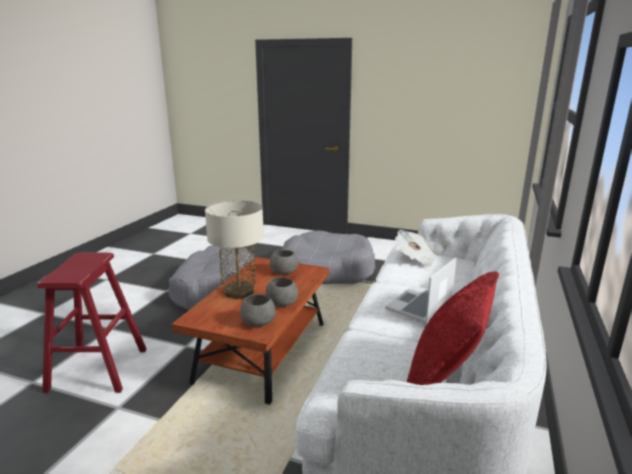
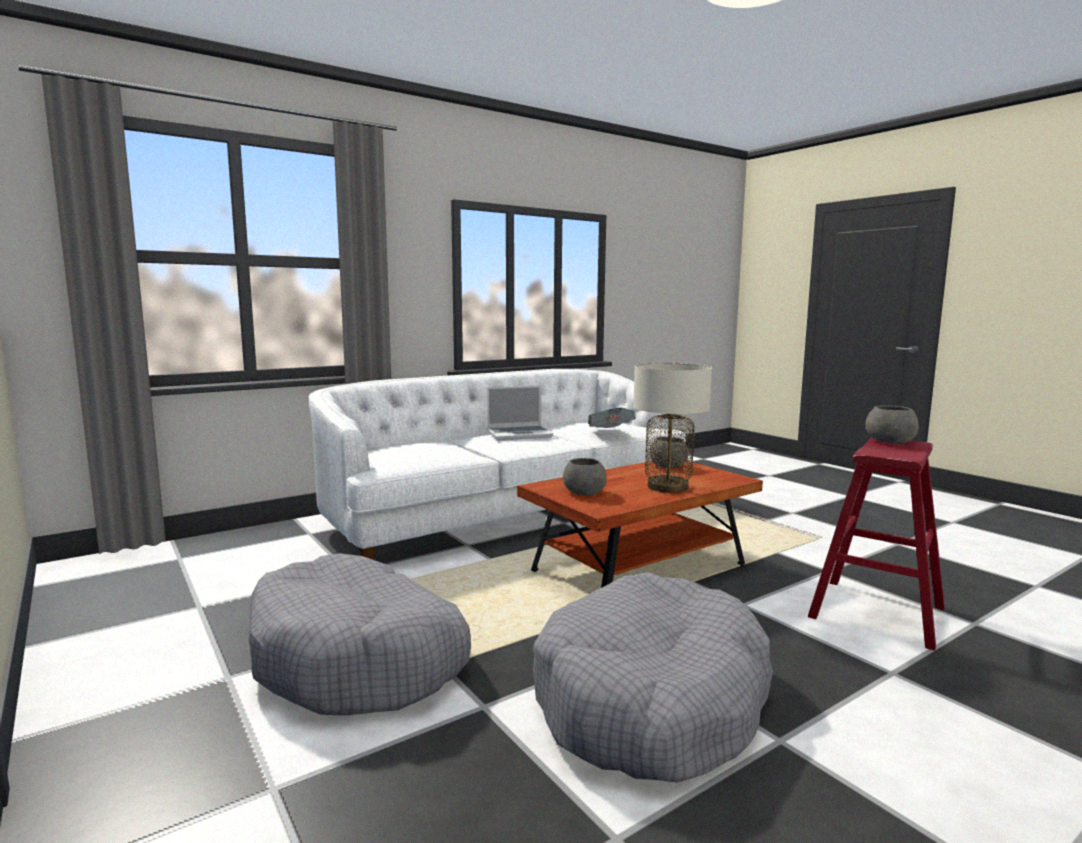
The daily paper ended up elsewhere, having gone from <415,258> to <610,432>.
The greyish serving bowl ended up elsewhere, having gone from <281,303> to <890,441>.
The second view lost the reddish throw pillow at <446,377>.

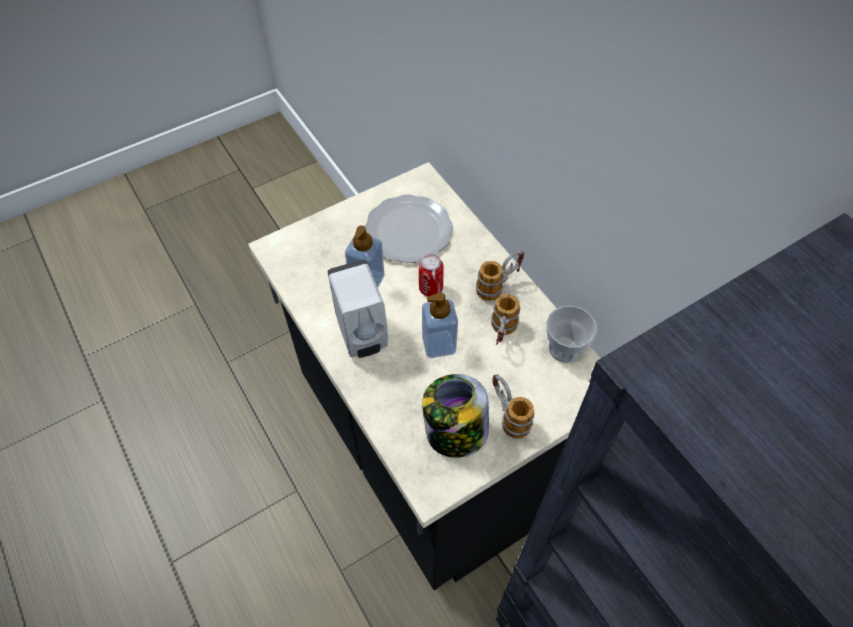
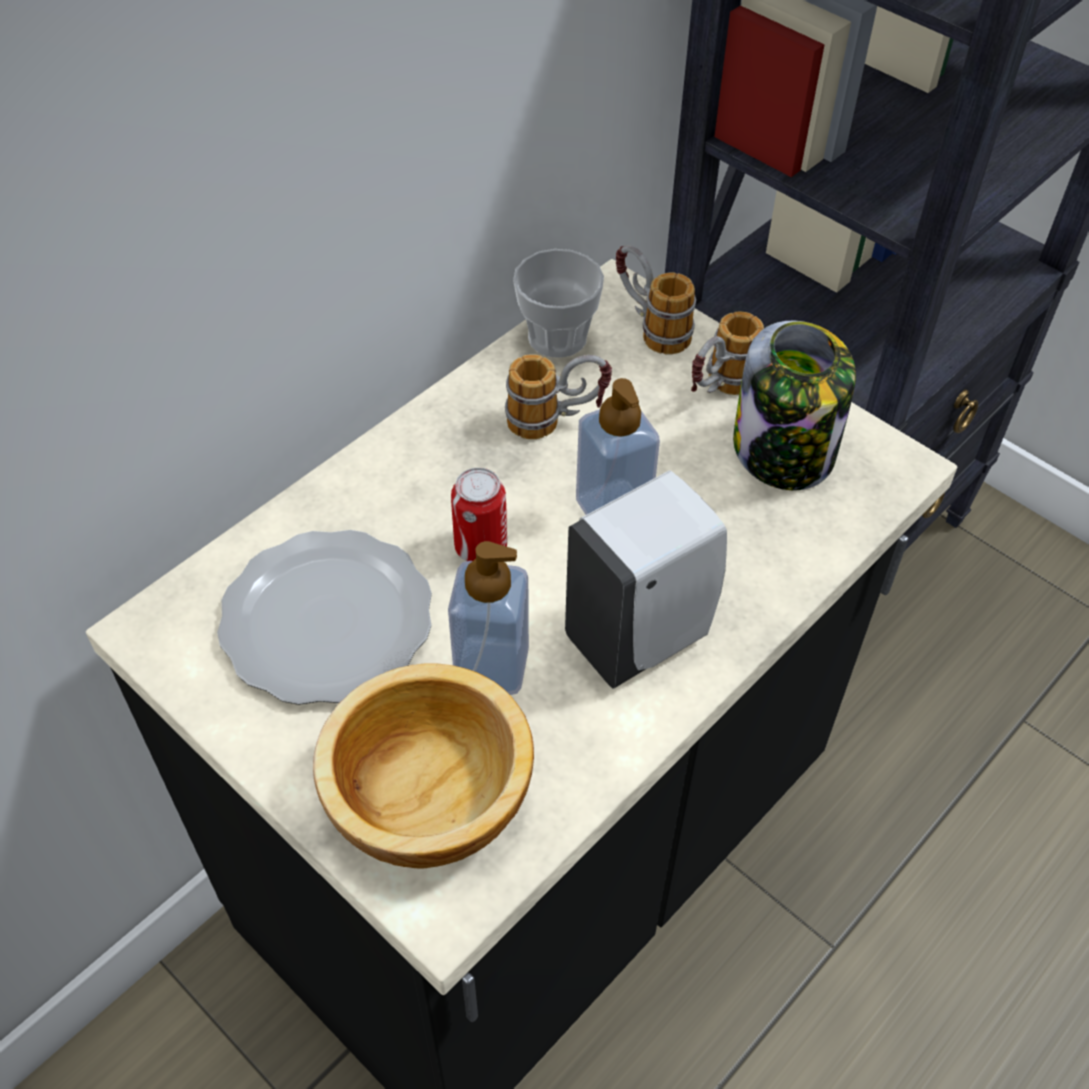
The second view gained the serving bowl at <427,801>.
The coffee mug ended up elsewhere, having gone from <498,285> to <649,327>.

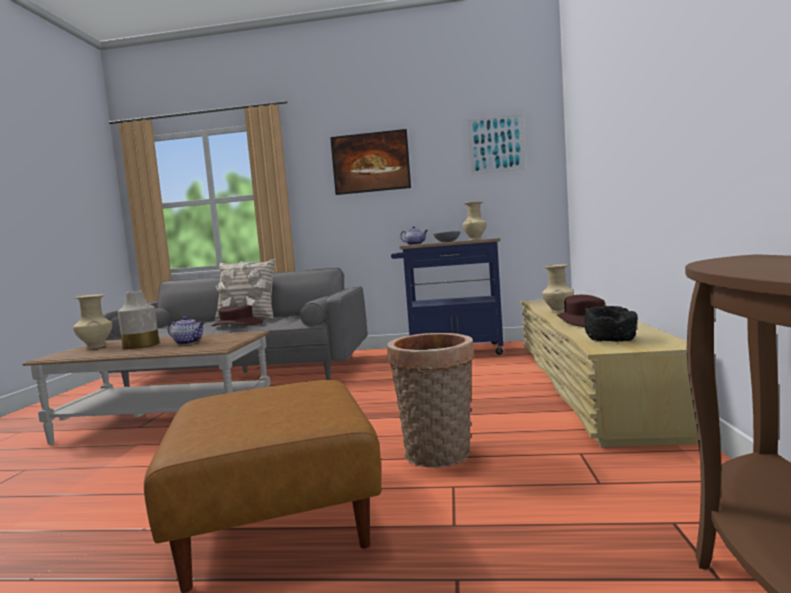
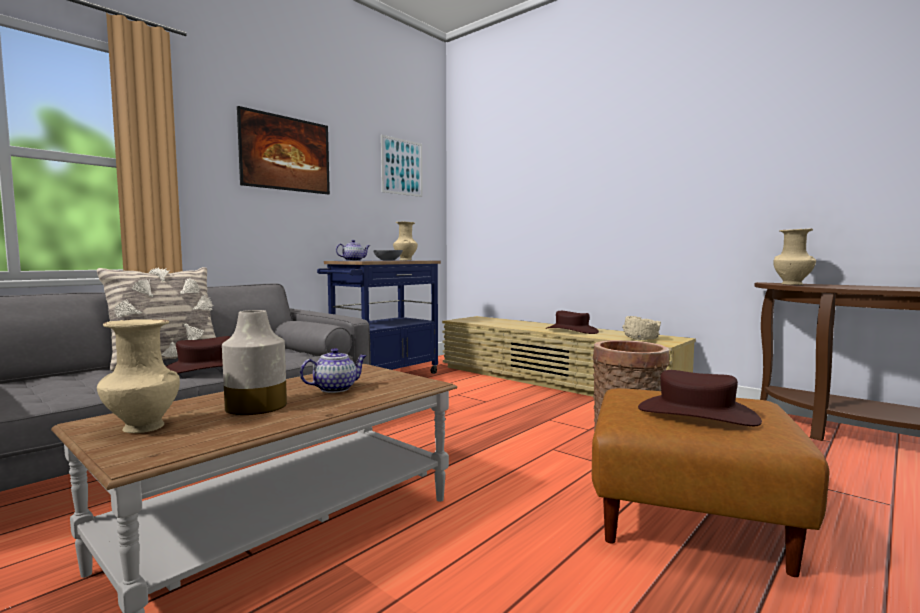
What was the black serving bowl at <611,339> turned into the sand-coloured serving bowl at <641,339>.
The second view gained the brown-coloured hat at <696,414>.
The sand-coloured vase ended up elsewhere, having gone from <558,312> to <793,284>.

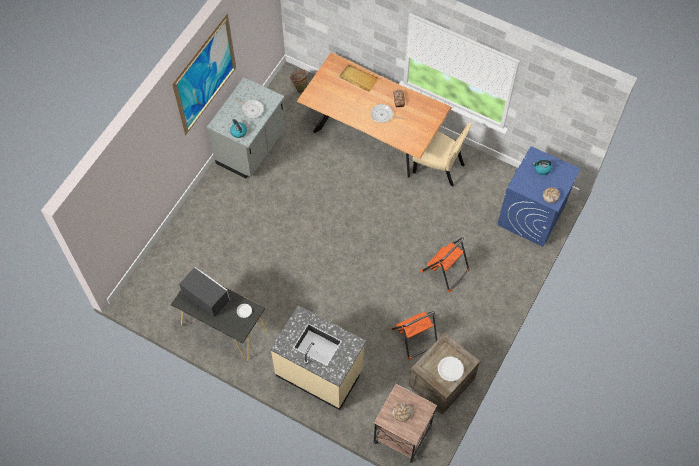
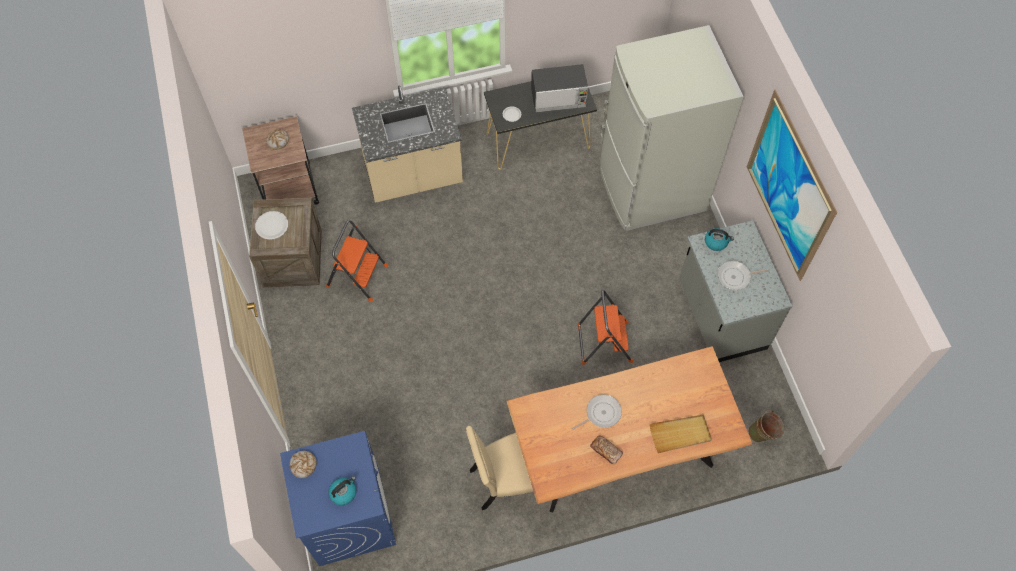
The orangey stepladder ended up elsewhere, having gone from <446,271> to <602,342>.
The second view gained the white-coloured fridge at <650,188>.

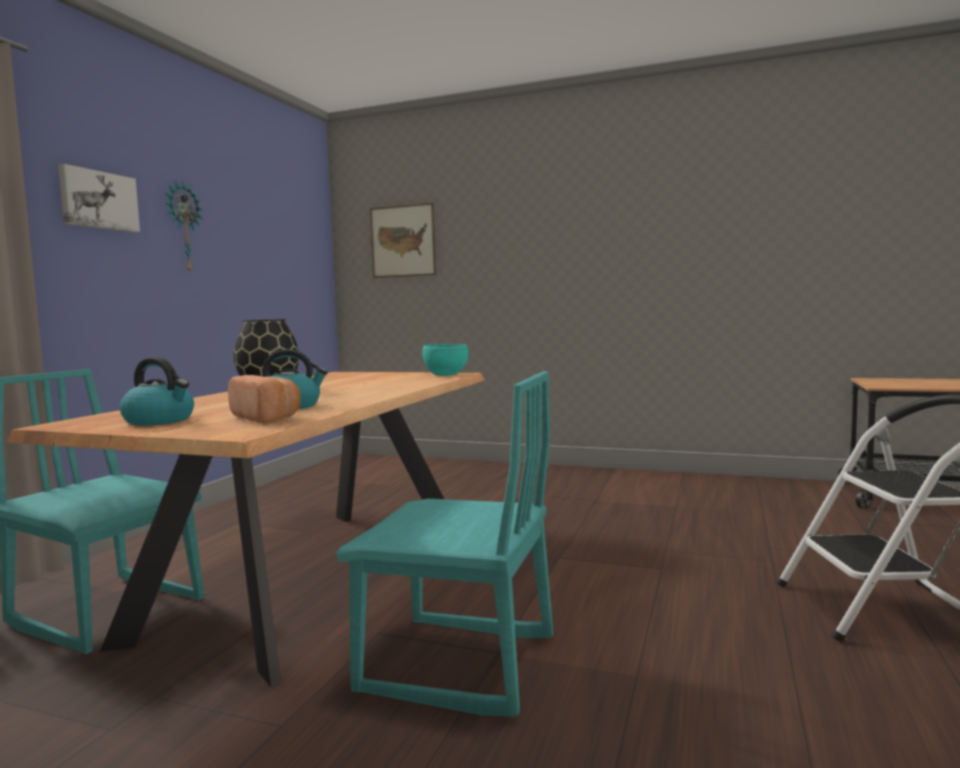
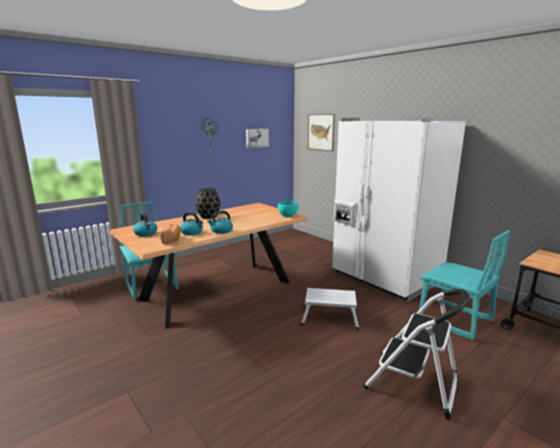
The second view gained the water kettle at <221,231>.
The wall art ended up elsewhere, having gone from <98,200> to <256,138>.
The second view gained the white-coloured stepladder at <330,317>.
The second view gained the white-coloured fridge at <385,277>.
The turquoise upright chair ended up elsewhere, having gone from <458,665> to <454,320>.

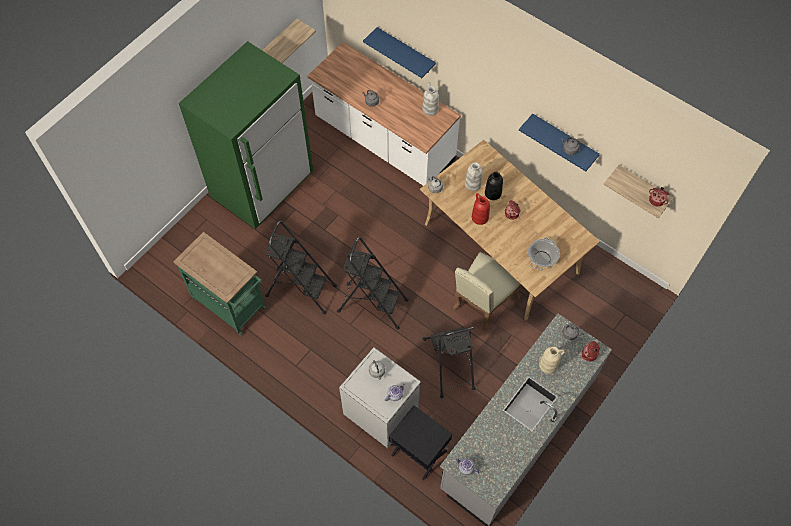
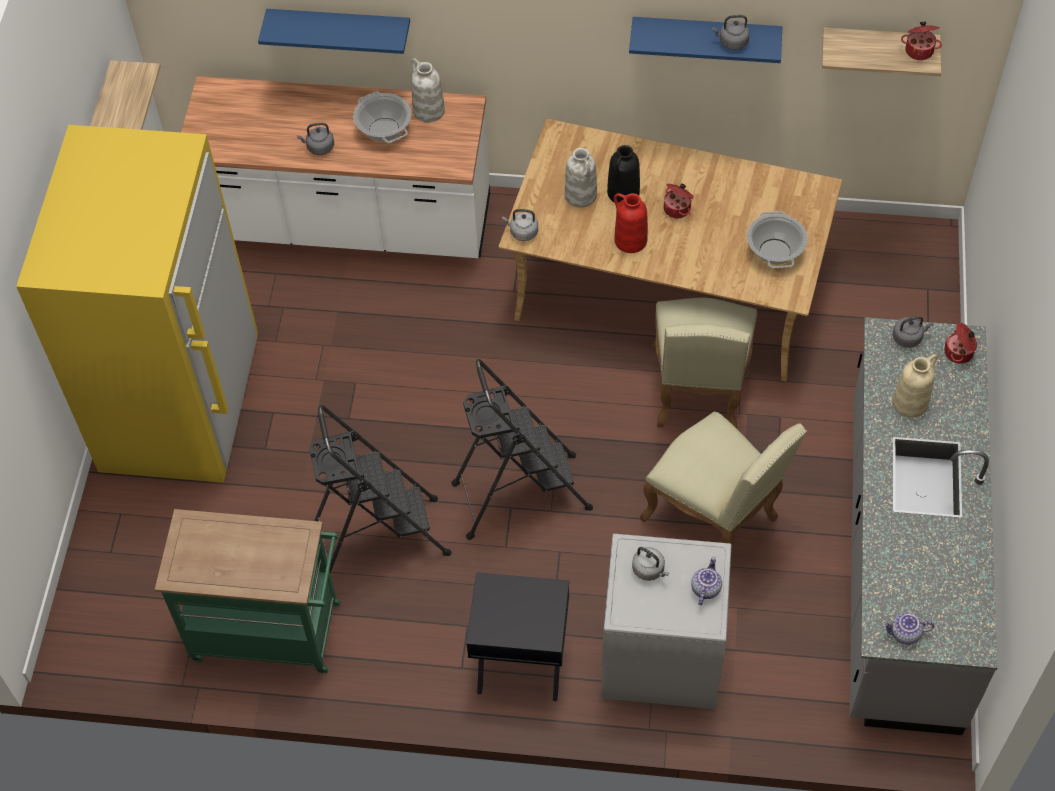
What was the green fridge at <262,183> turned into the yellowish fridge at <181,400>.
The second view gained the saucepot at <384,130>.
The black night table ended up elsewhere, having gone from <418,453> to <521,664>.
Where the stepladder stood at <448,364>, the sand-coloured upright chair came to stand at <715,517>.

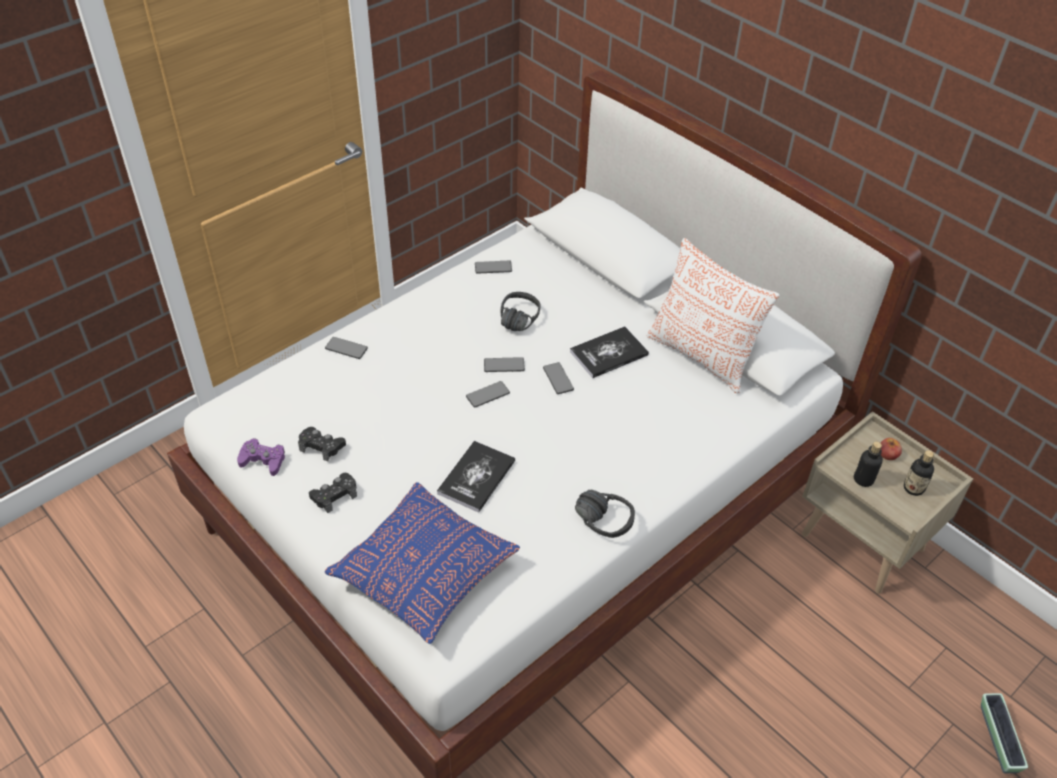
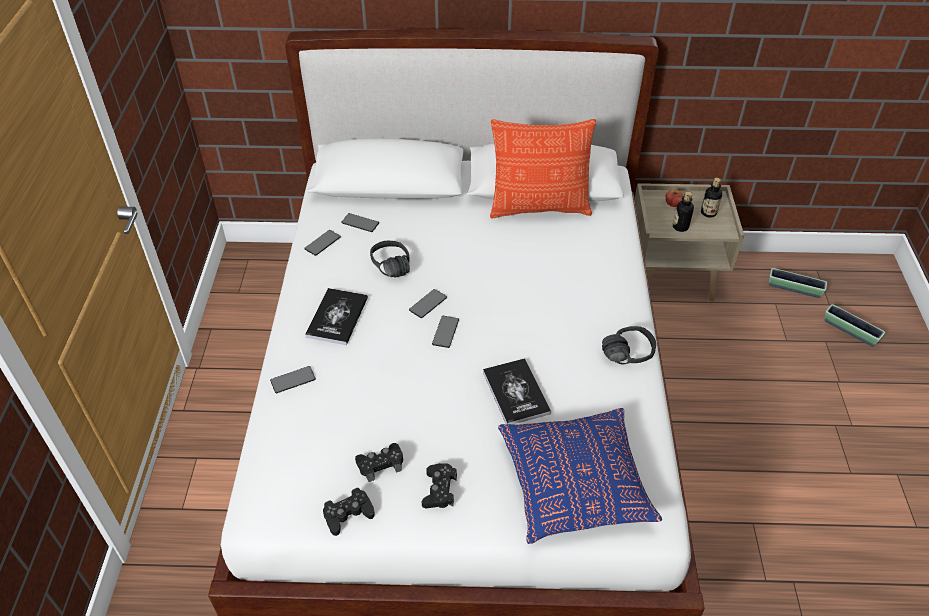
The book ended up elsewhere, having gone from <609,353> to <337,317>.
What was the purple-coloured joypad at <263,460> turned into the black joypad at <348,514>.
The telephone ended up elsewhere, having gone from <558,379> to <360,223>.
What was the white-coloured throw pillow at <701,356> turned into the orangey throw pillow at <539,207>.
The second view gained the planter at <794,288>.

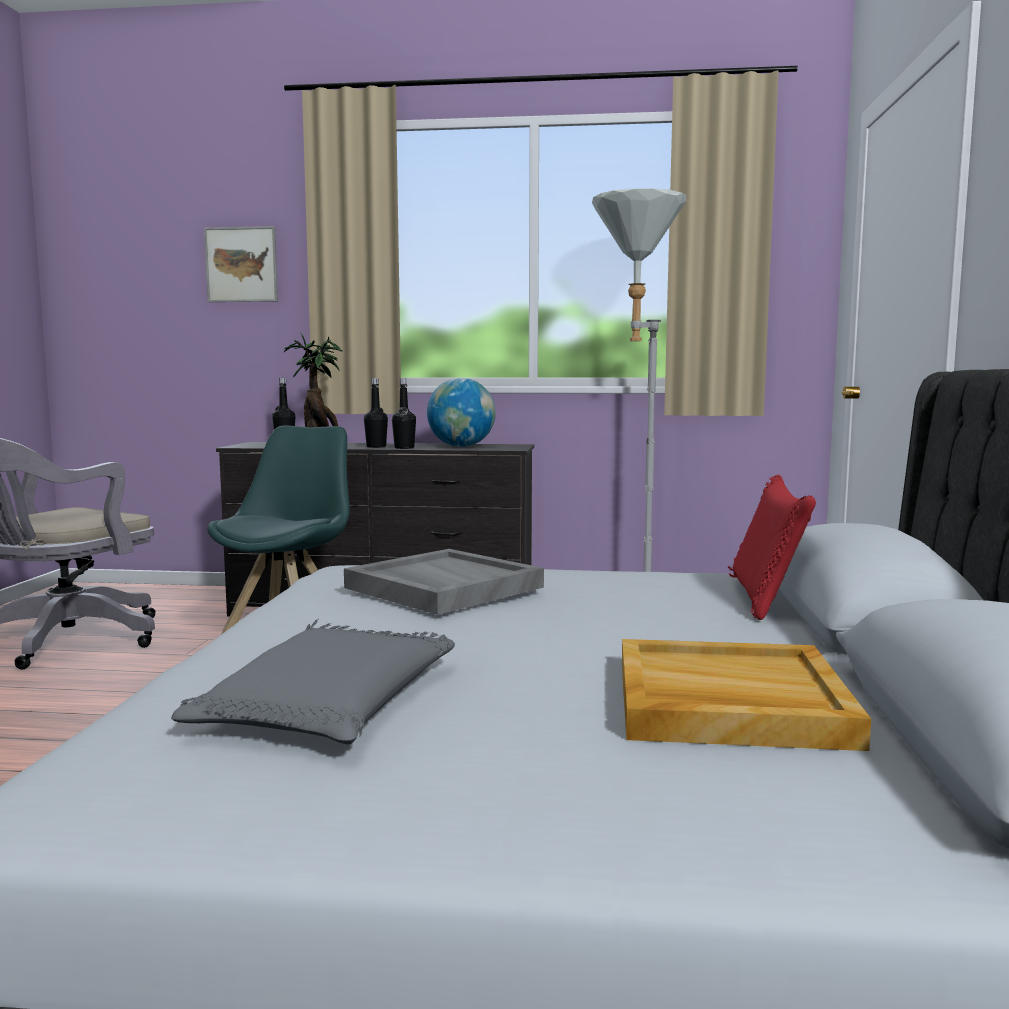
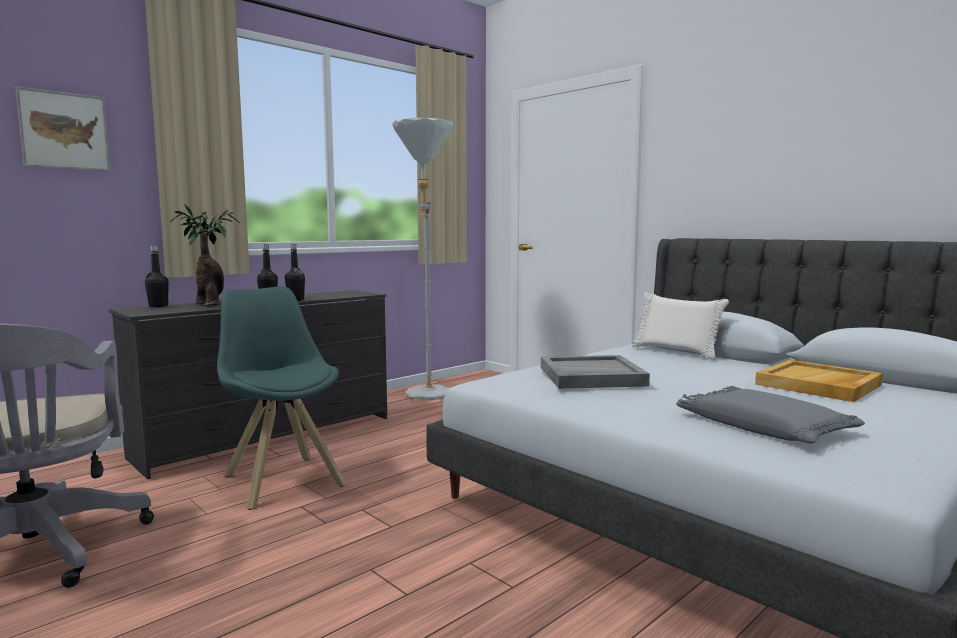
What was the reddish throw pillow at <766,598> turned into the white-coloured throw pillow at <676,352>.
The second view lost the desk globe at <461,446>.

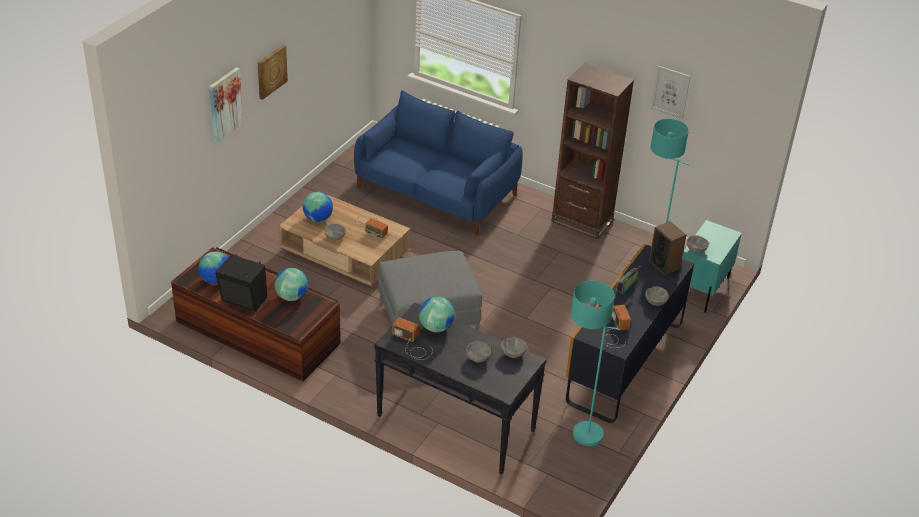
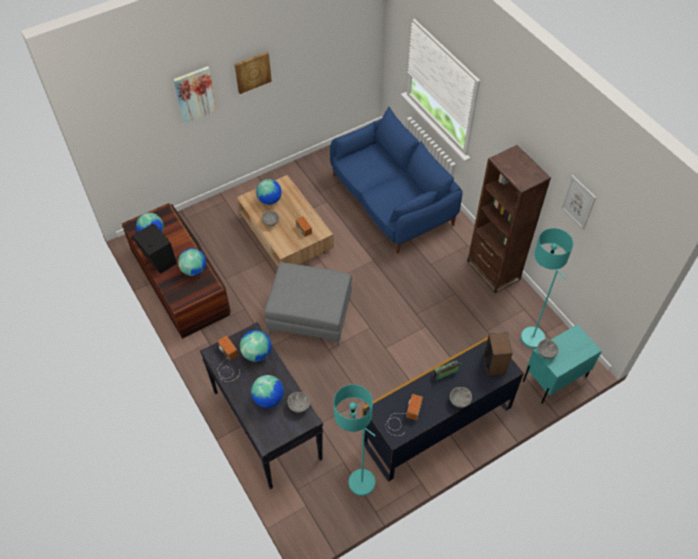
Where the greyish serving bowl stood at <478,358>, the desk globe came to stand at <269,399>.

